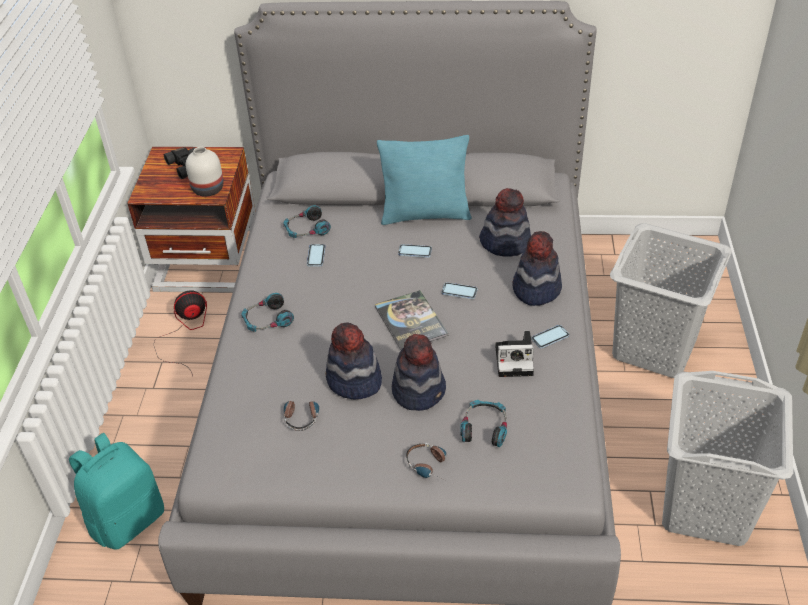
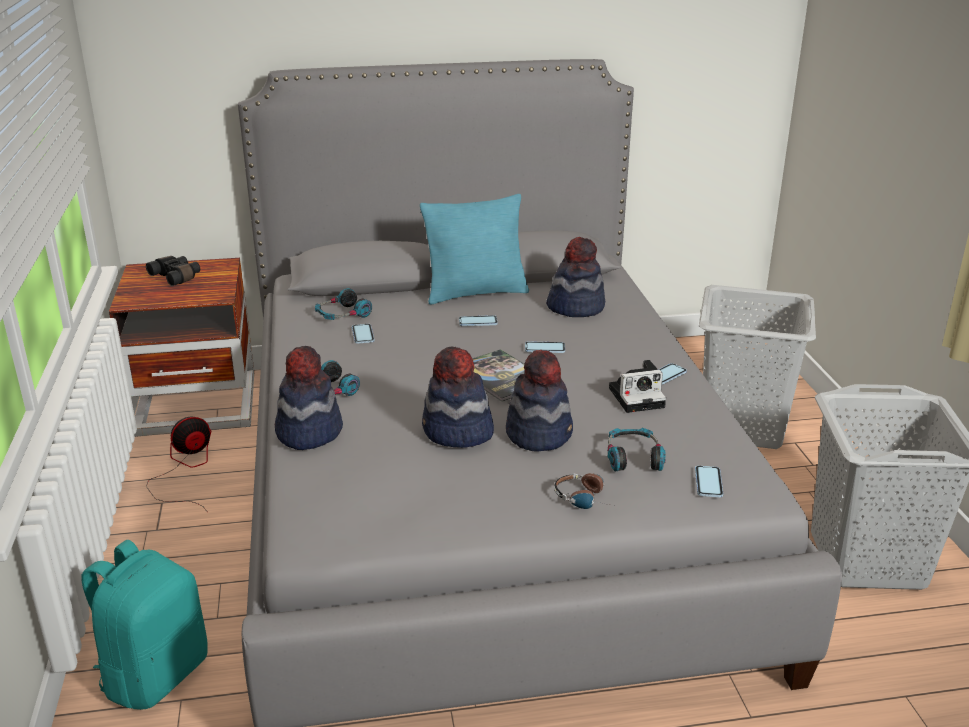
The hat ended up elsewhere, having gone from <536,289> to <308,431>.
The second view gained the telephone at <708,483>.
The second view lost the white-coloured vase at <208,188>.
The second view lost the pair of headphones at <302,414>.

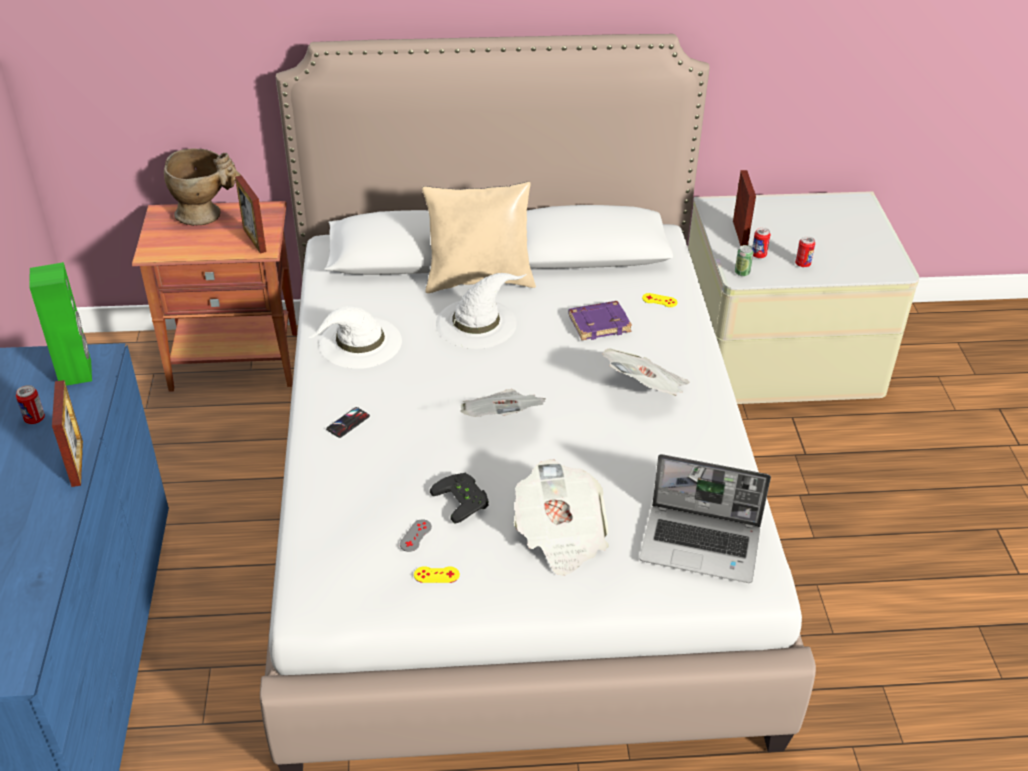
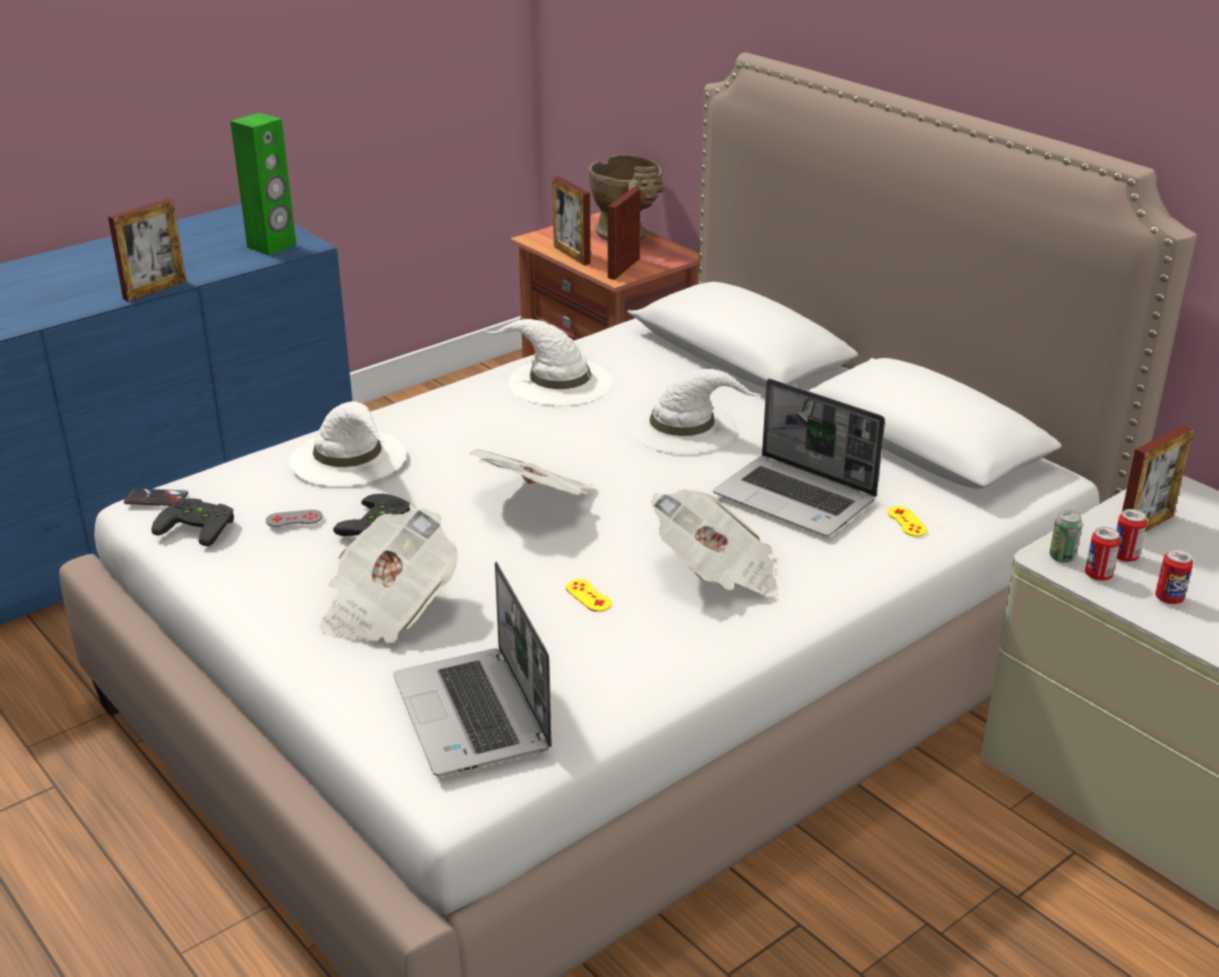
The telephone ended up elsewhere, having gone from <348,423> to <156,498>.
The second view gained the black joypad at <199,525>.
The second view gained the white-coloured hat at <349,458>.
The second view gained the photo frame at <572,255>.
The yellowish joypad ended up elsewhere, having gone from <436,575> to <588,596>.
Where the purple-coloured book stood at <599,323>, the laptop came to stand at <797,499>.
The metal can ended up elsewhere, having gone from <34,419> to <1098,575>.
The second view lost the sand-coloured throw pillow at <479,279>.

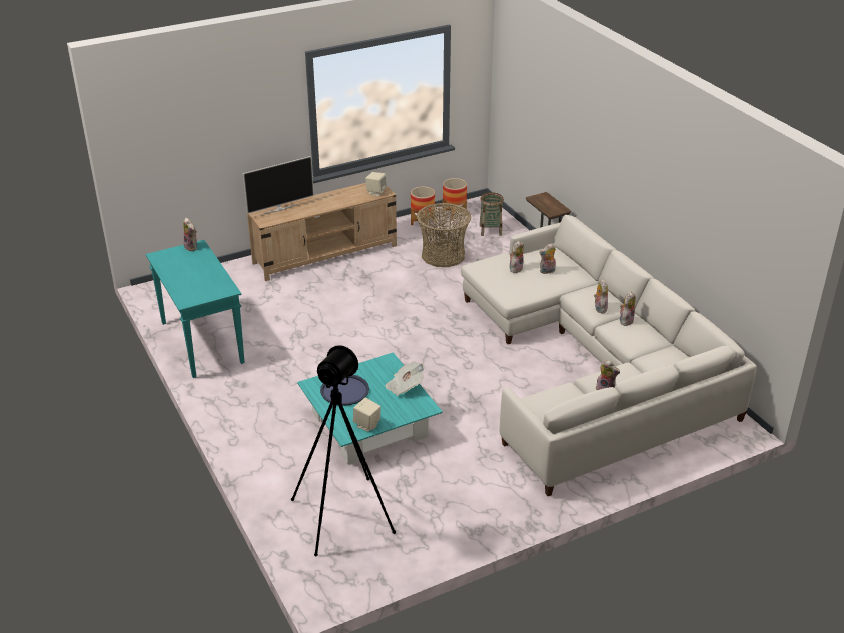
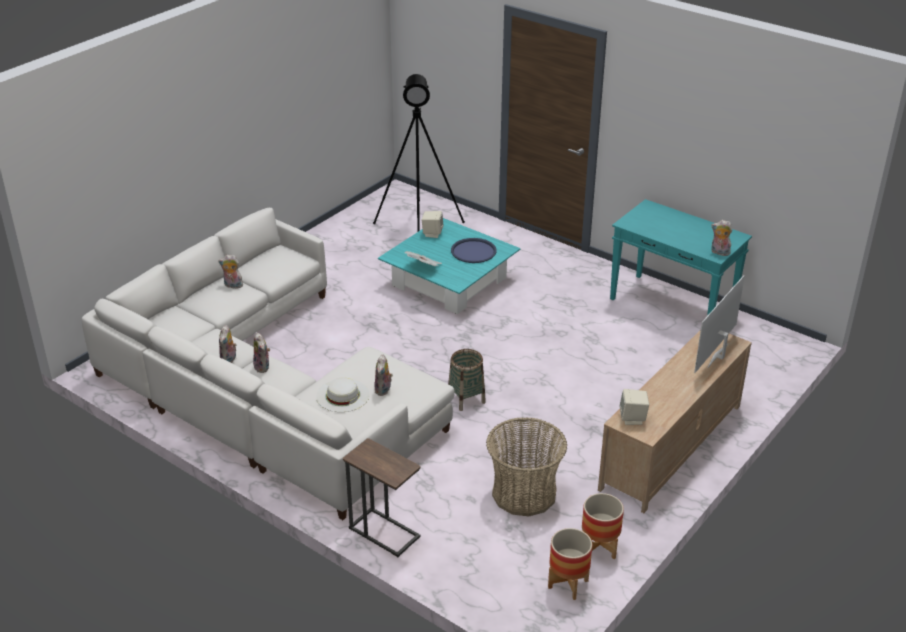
Where the plush toy stood at <547,271>, the white-coloured hat came to stand at <342,395>.
The household basket ended up elsewhere, having gone from <490,230> to <466,399>.

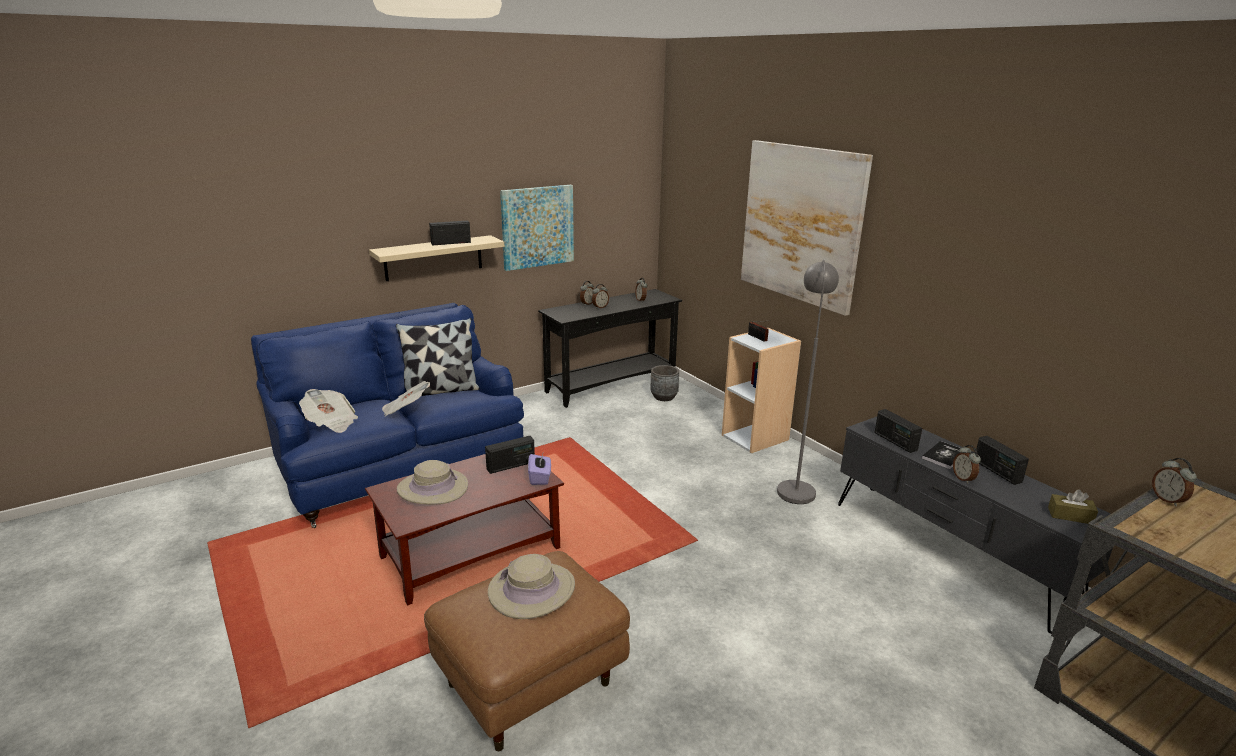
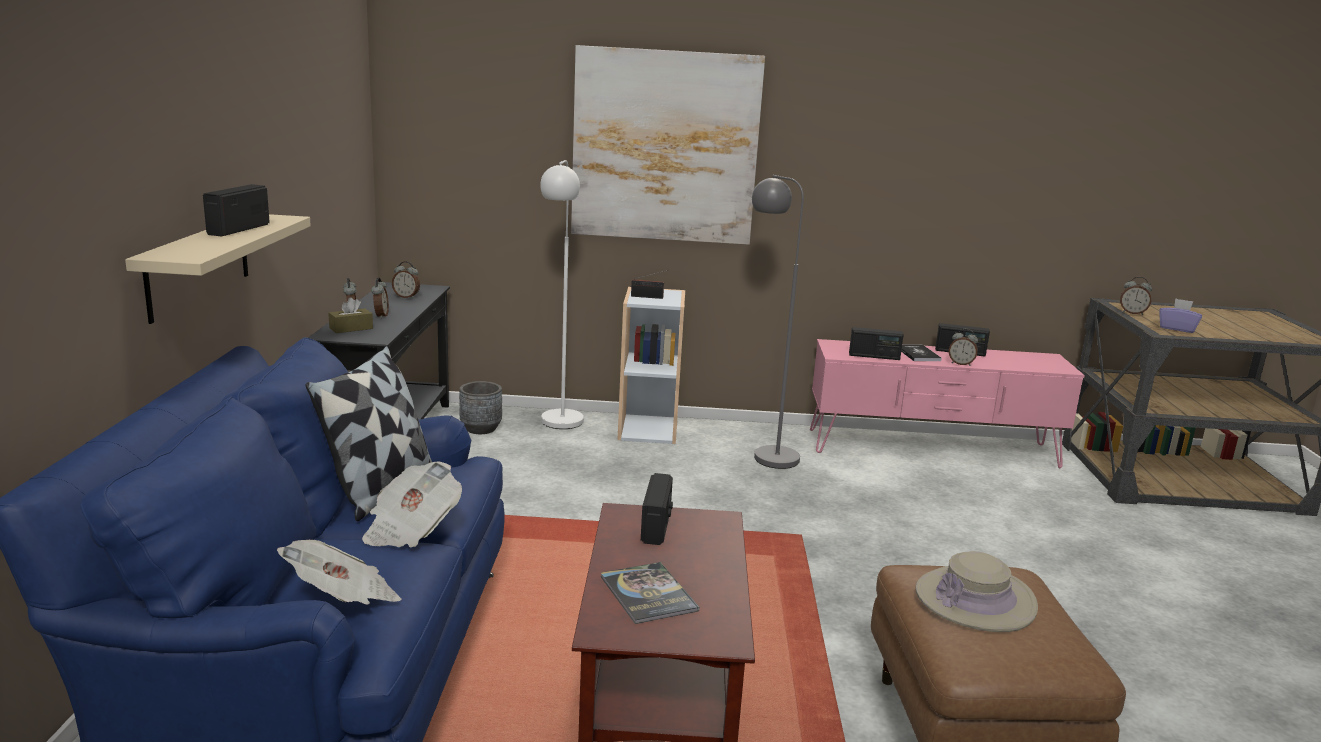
The brown-coloured box of tissues ended up elsewhere, having gone from <1070,516> to <351,328>.
The second view gained the white-coloured standing lamp at <560,426>.
Where the sand-coloured hat stood at <432,488>, the book came to stand at <648,594>.
What was the greyish tv unit at <950,552> turned into the pinkish tv unit at <933,449>.
The purple-coloured box of tissues ended up elsewhere, having gone from <540,478> to <1177,328>.
The second view lost the wall art at <537,226>.

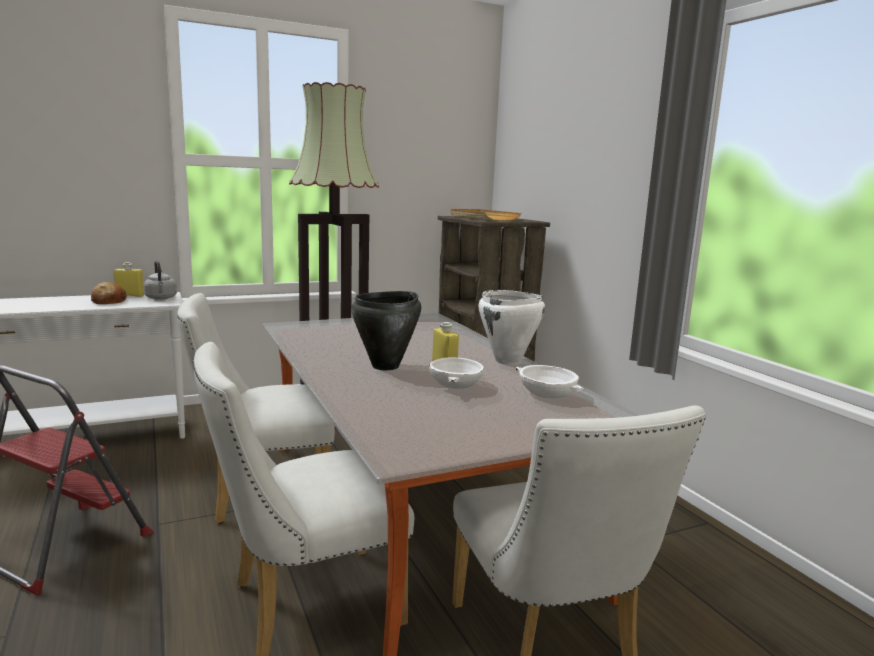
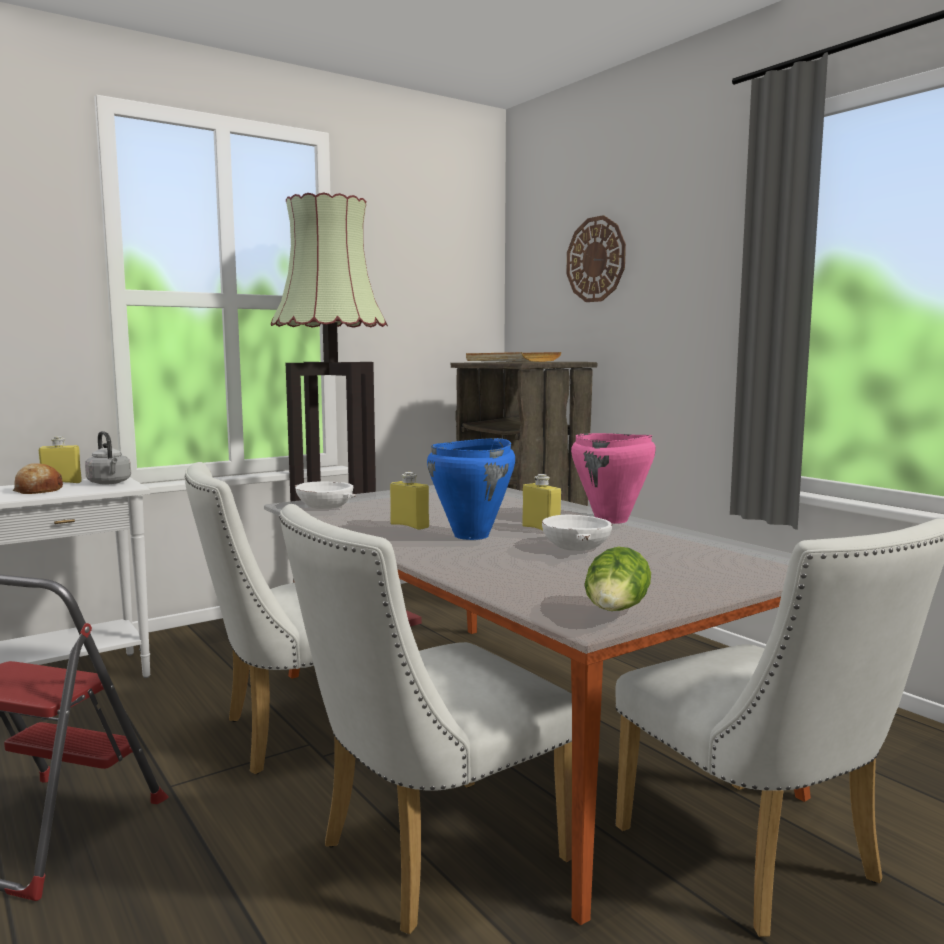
The white-coloured serving bowl ended up elsewhere, having gone from <548,393> to <326,506>.
The second view gained the yellowish beverage bottle at <409,526>.
What was the black saucepot at <386,366> turned into the blue saucepot at <472,536>.
The second view gained the clock on the wall at <596,259>.
What was the white-coloured saucepot at <508,361> turned into the pinkish saucepot at <611,520>.
The second view gained the lettuce at <616,612>.

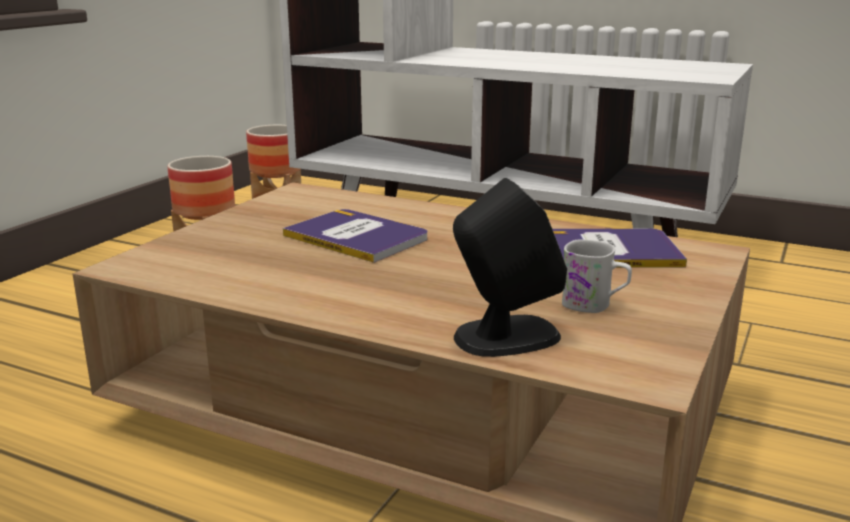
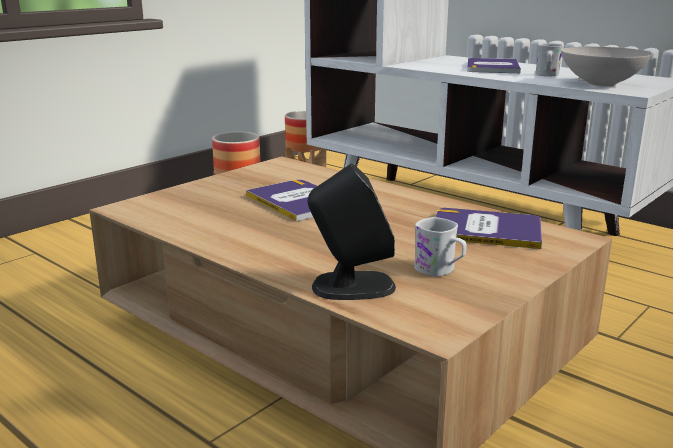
The second view gained the book at <492,67>.
The second view gained the white-coloured coffee mug at <547,75>.
The second view gained the white-coloured serving bowl at <600,83>.

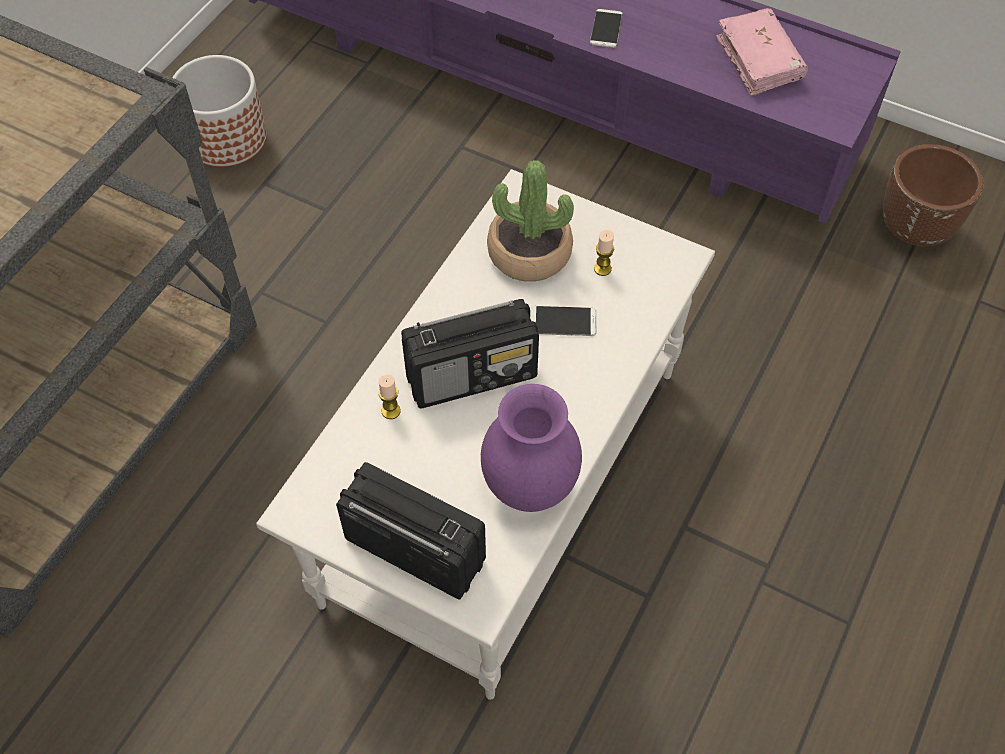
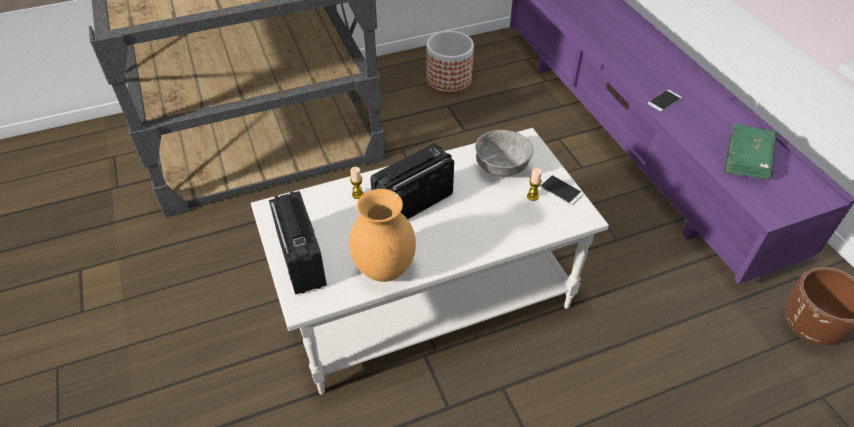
What was the purple-coloured vase at <528,487> turned into the brown-coloured vase at <384,269>.
The radio at <473,376> ended up facing another way, 120 degrees clockwise from before.
Where the potted plant stood at <529,253>, the greyish serving bowl came to stand at <500,168>.
The telephone ended up elsewhere, having gone from <563,322> to <560,190>.
What was the pinkish book at <759,61> turned into the green book at <747,159>.

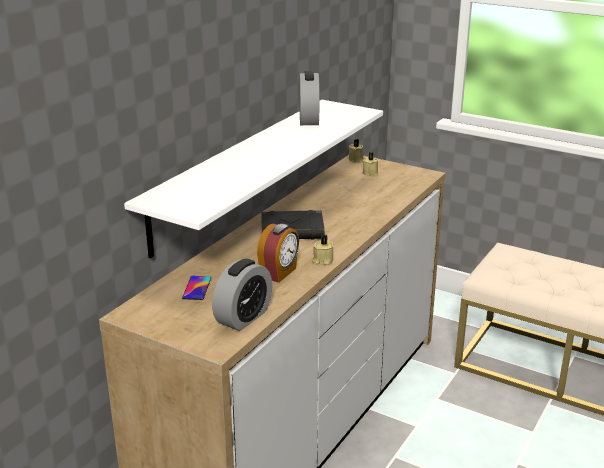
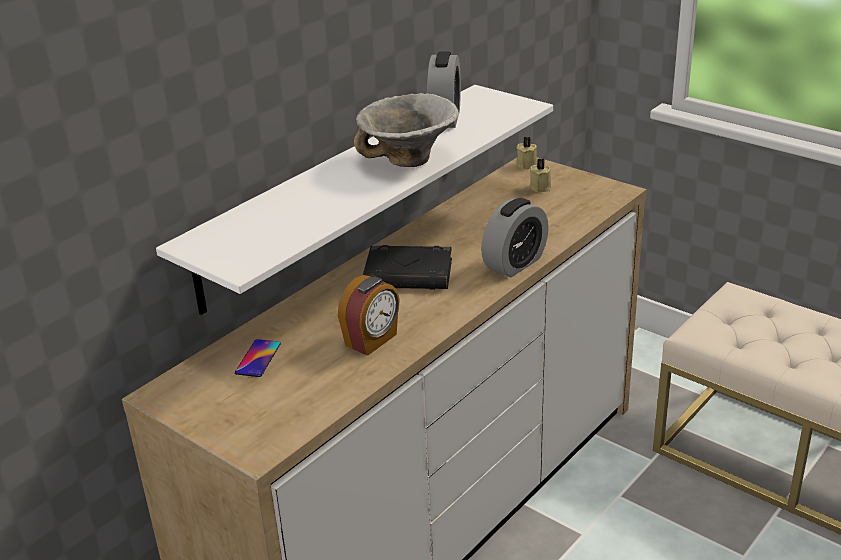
The second view gained the serving bowl at <408,162>.
The bedside clock ended up elsewhere, having gone from <243,318> to <515,264>.
The second view lost the sand-coloured wax light at <322,260>.

